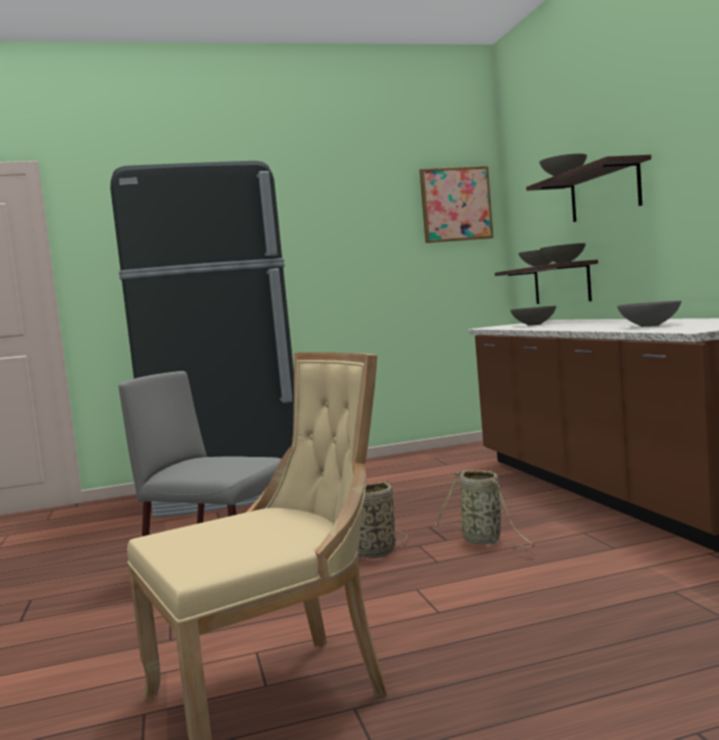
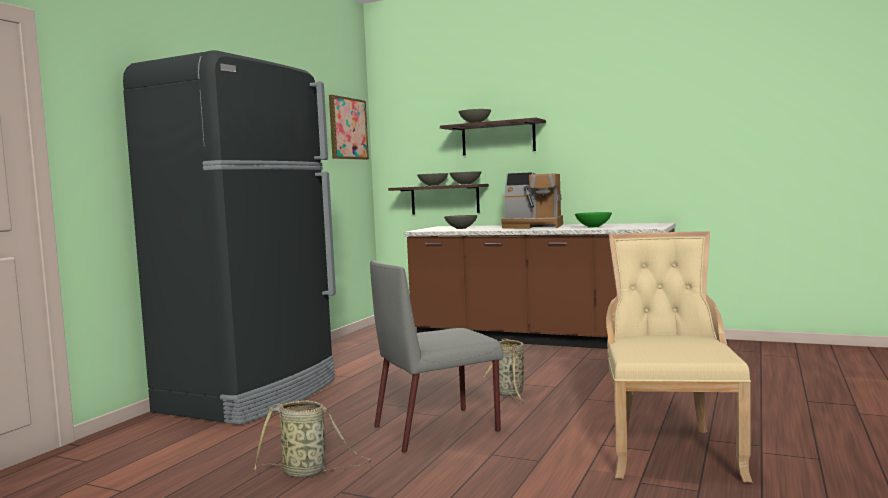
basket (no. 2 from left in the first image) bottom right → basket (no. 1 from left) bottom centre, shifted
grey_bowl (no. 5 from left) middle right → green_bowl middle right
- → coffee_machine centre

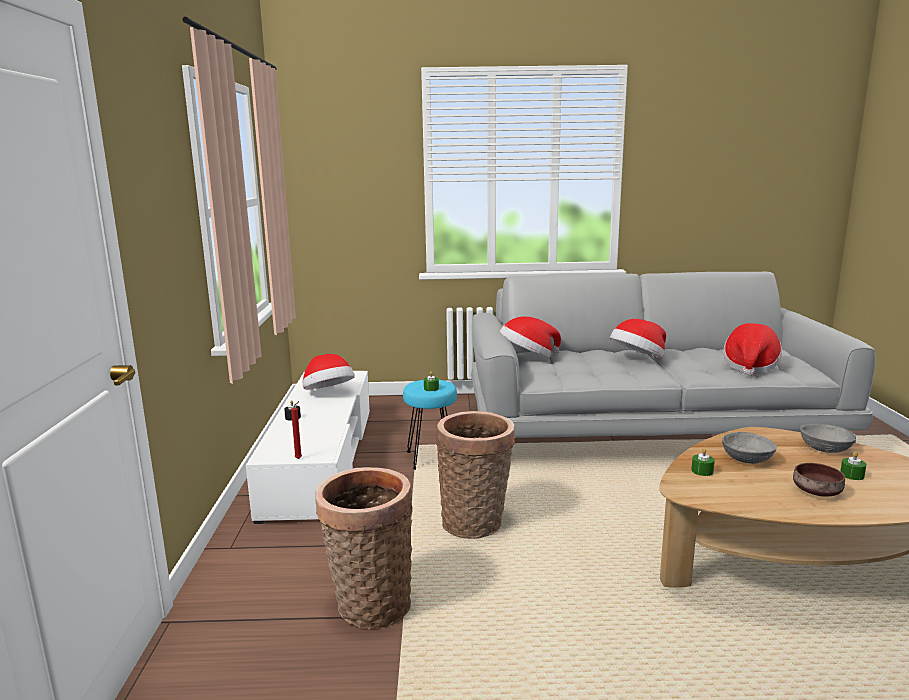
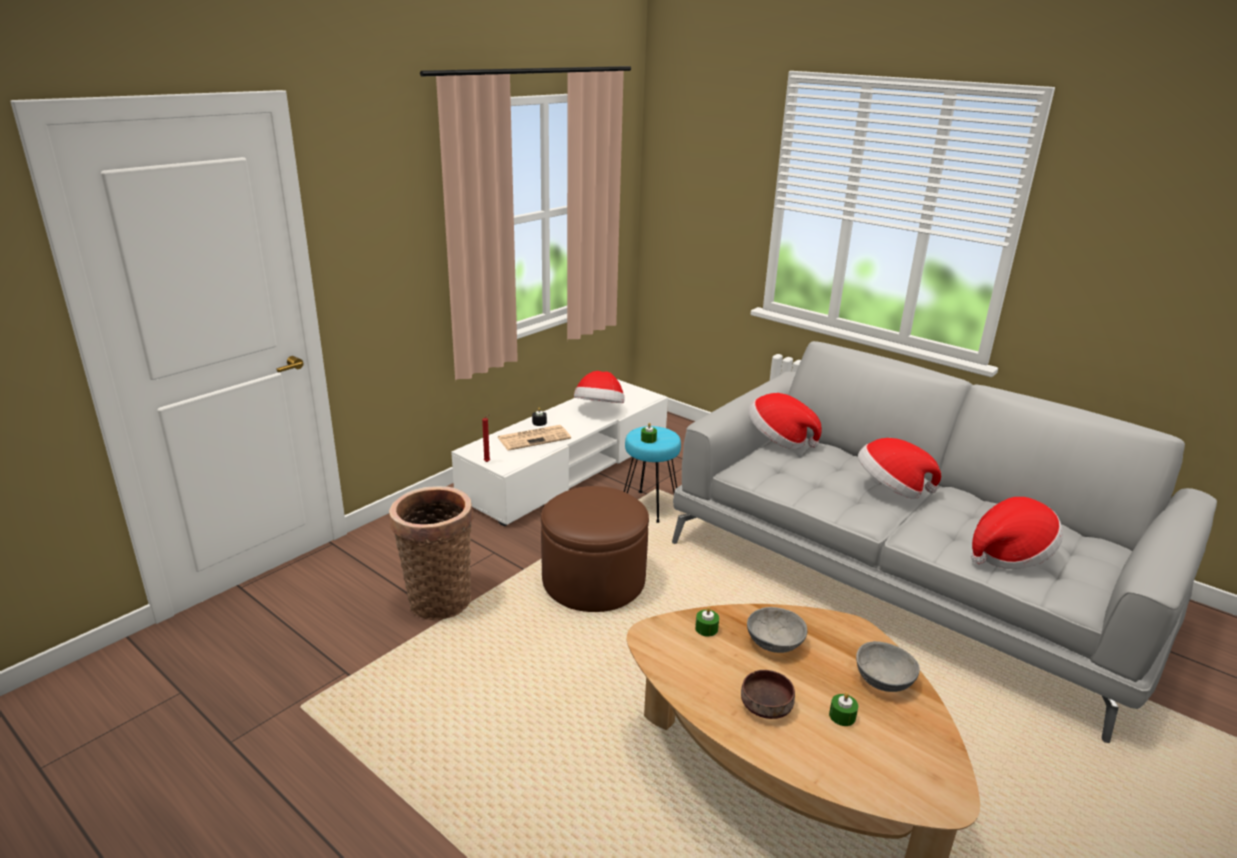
basket (no. 2 from left) bottom centre → brown_ottoman centre
- → newspaper centre

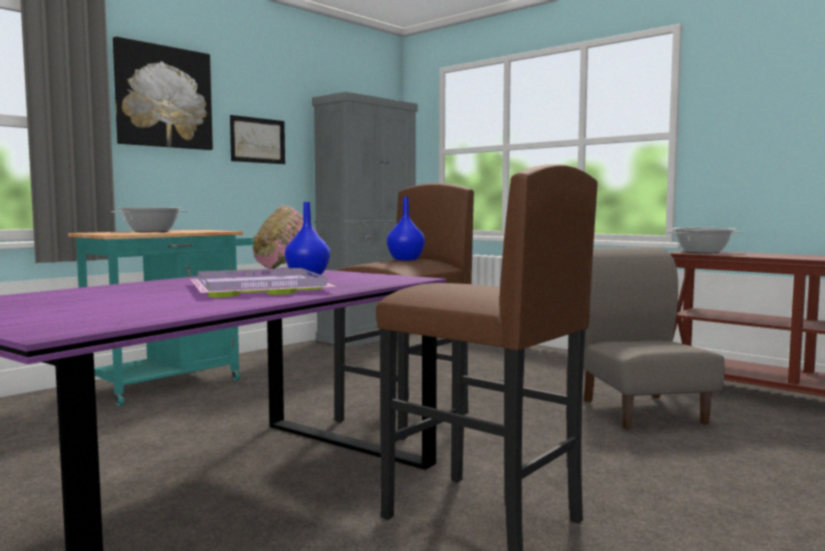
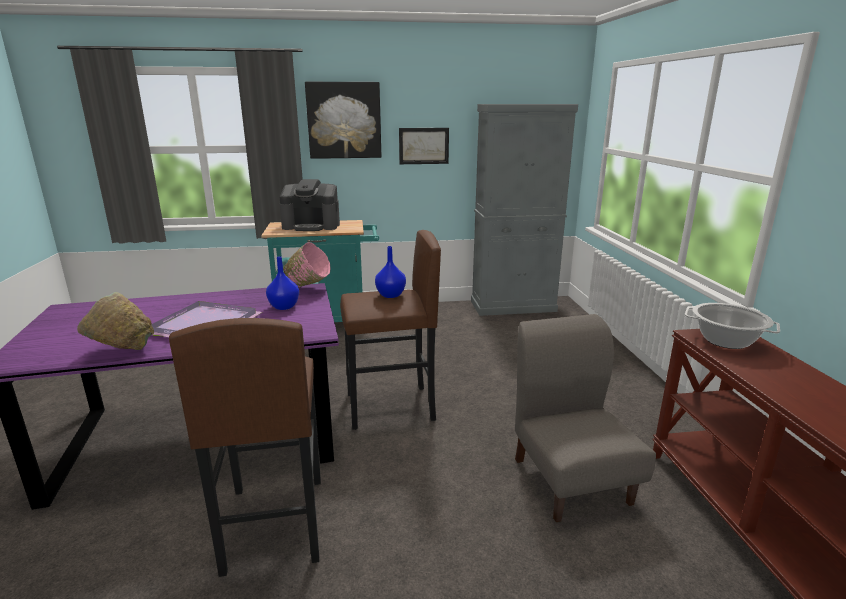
cooking_pot (no. 1 from left) middle left → coffee_machine centre
grey_chair middle right → grey_chair bottom right, 45 degrees counterclockwise
- → green_bowl middle left

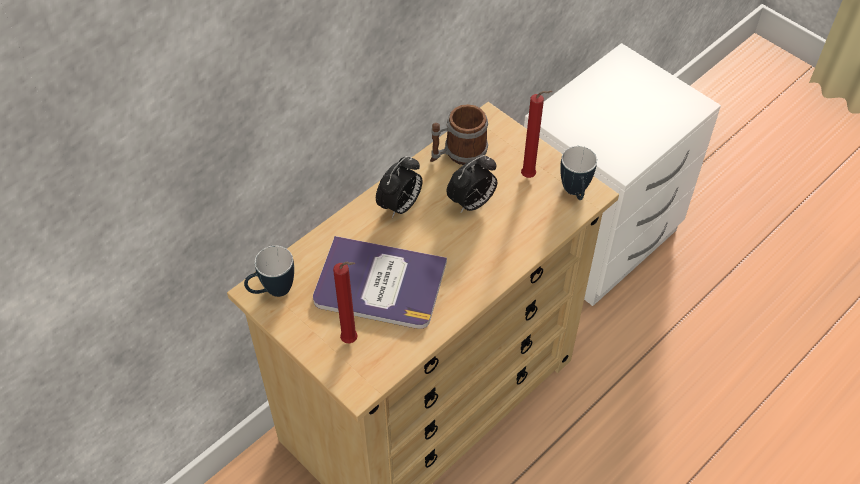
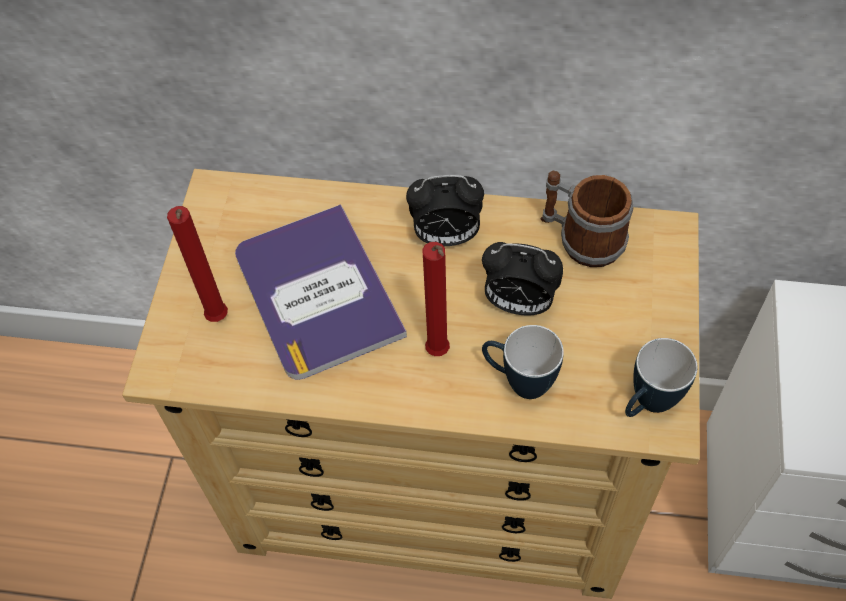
mug (no. 1 from left) middle left → mug (no. 1 from left) centre, shifted
red_candle (no. 2 from left) top centre → red_candle (no. 2 from left) centre, shifted

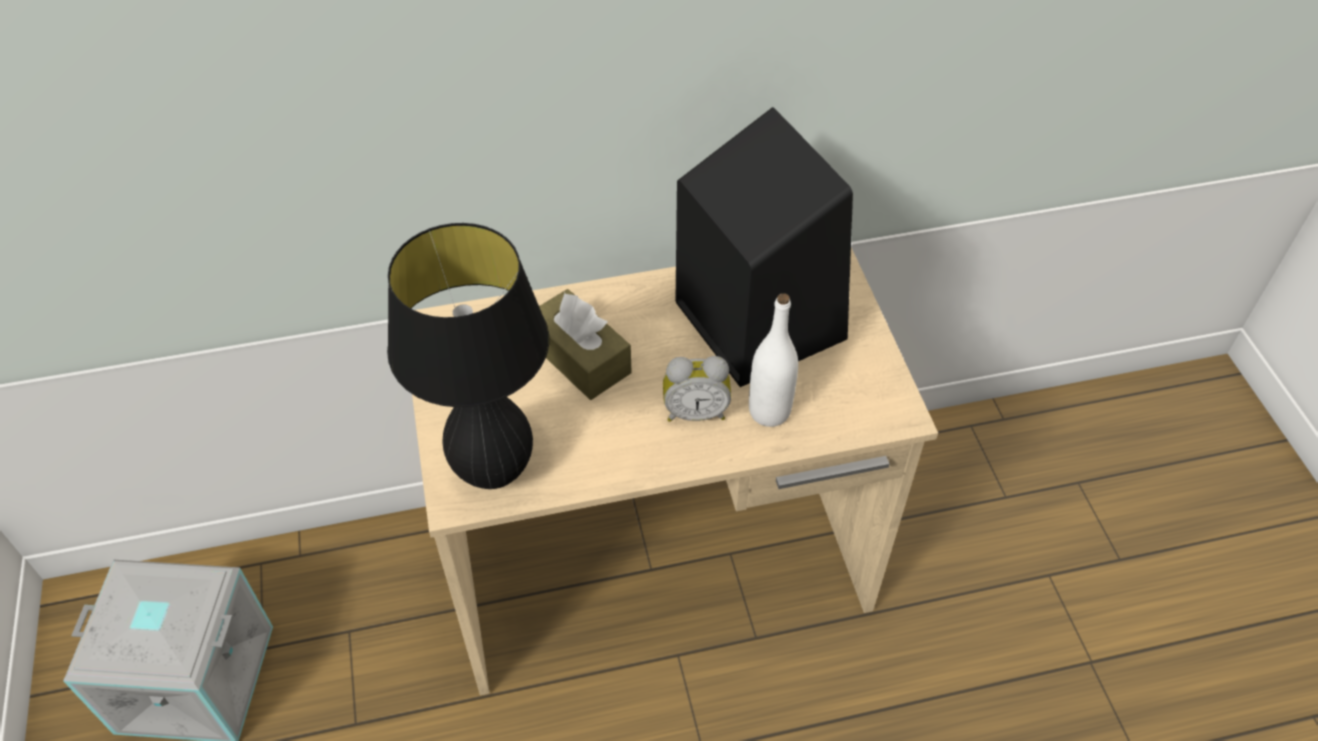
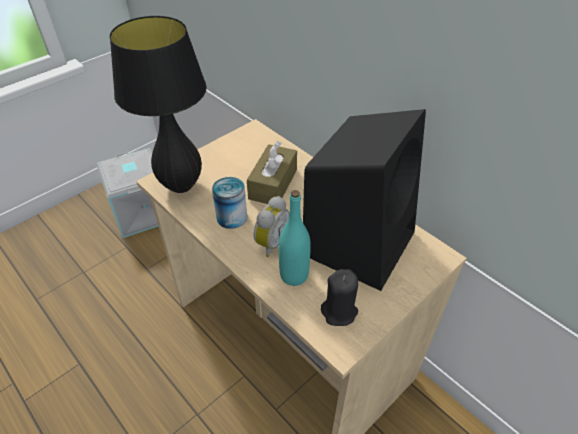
alarm_clock centre, 120 degrees counterclockwise
white_bottle centre → turquoise_bottle centre
- → can centre
- → black_candle bottom centre

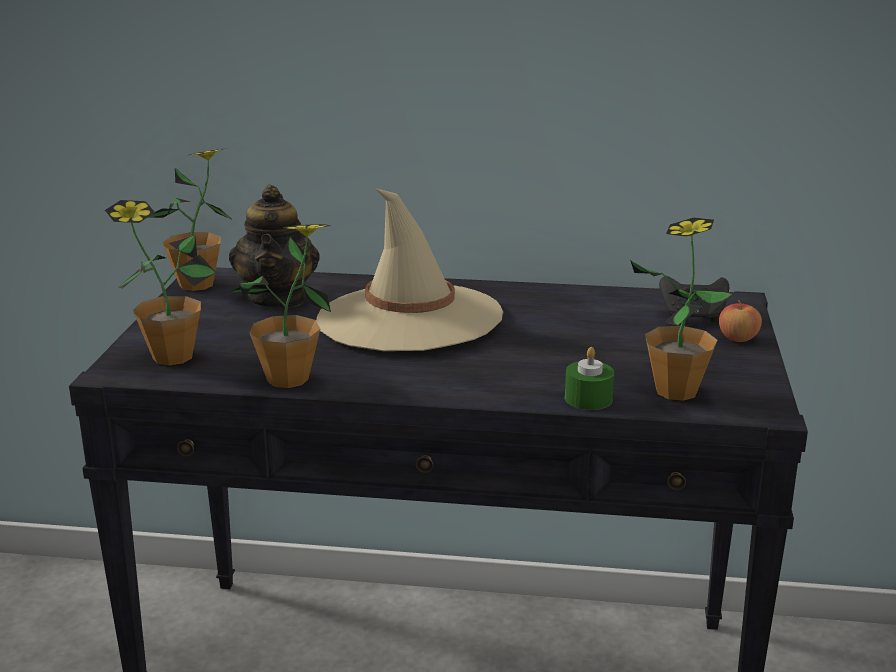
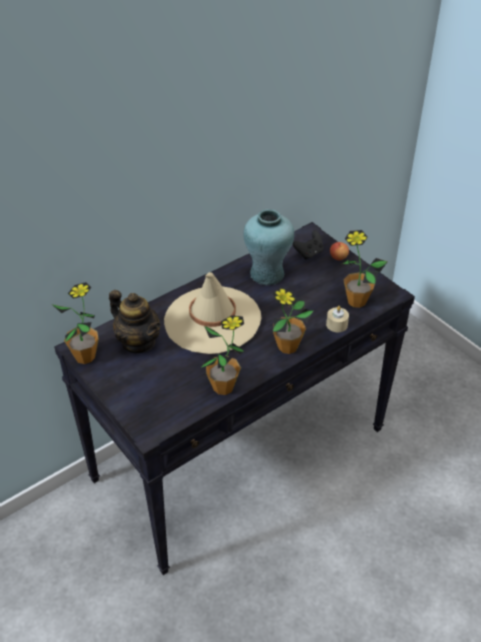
potted_plant (no. 1 from left in the first image) middle left → potted_plant (no. 3 from left) centre, shifted
green_candle centre → beige_candle middle right
- → turquoise_vase centre

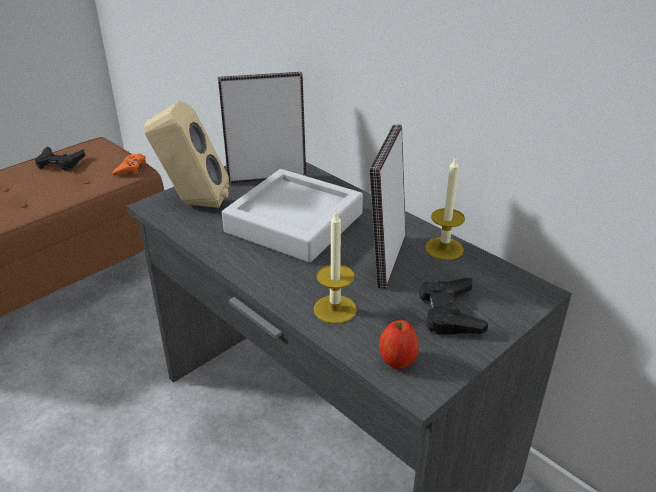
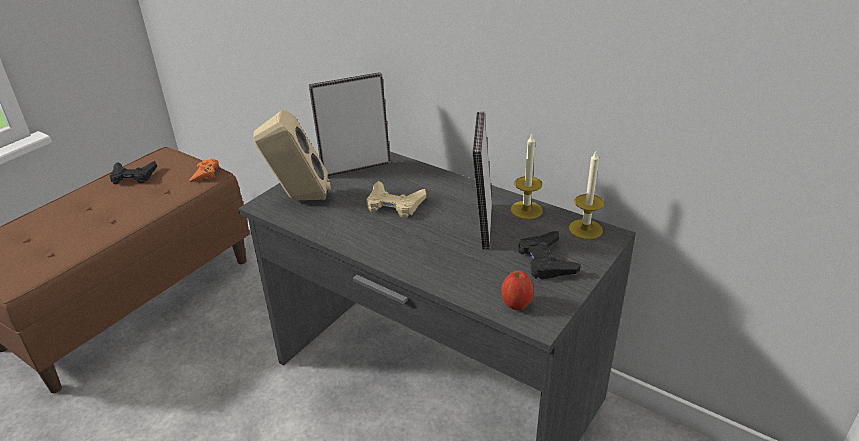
grey_tray centre → beige_game_controller centre
candle (no. 1 from left in the first image) centre → candle (no. 2 from left) middle right, shifted

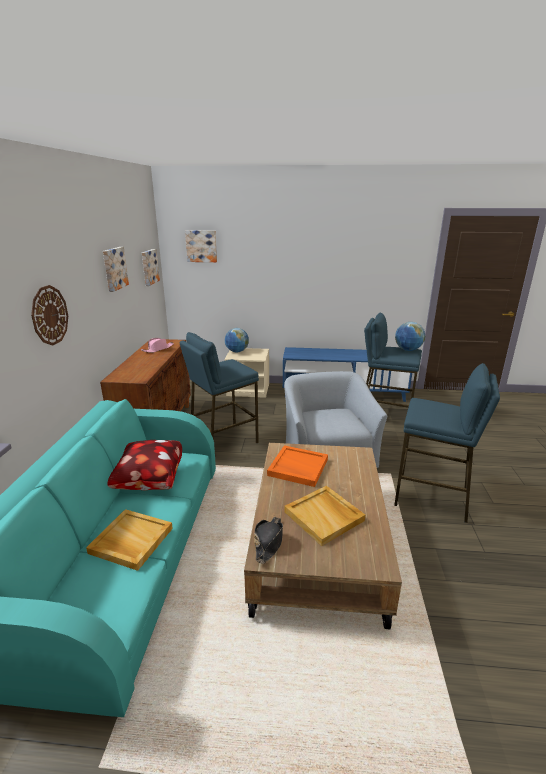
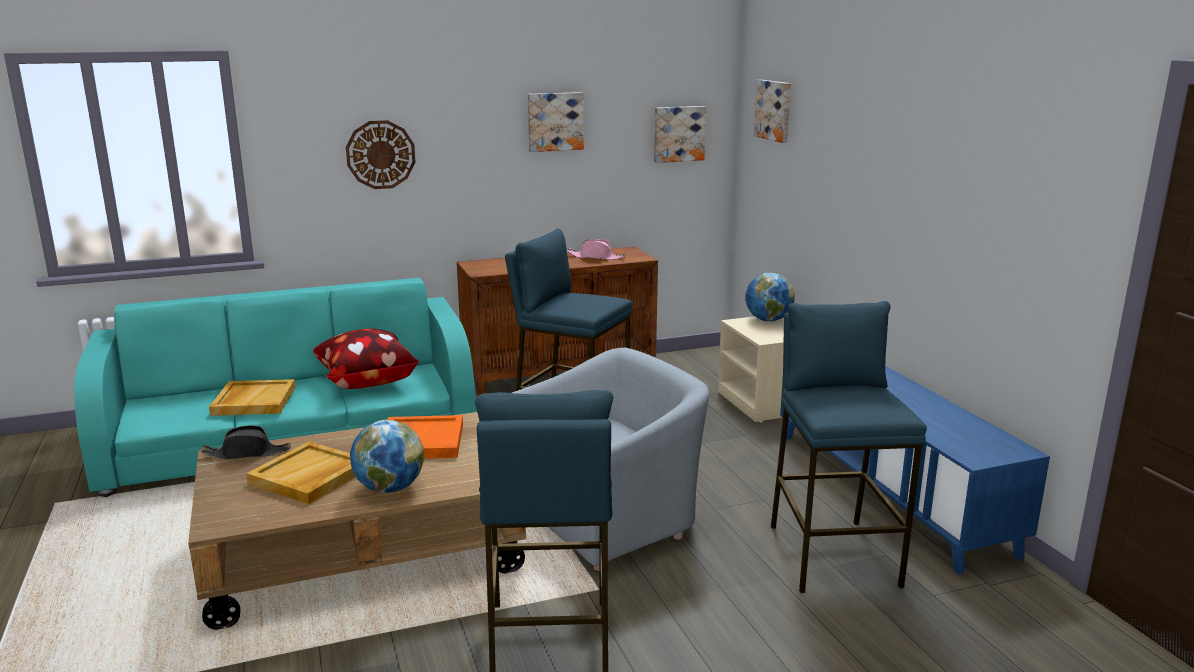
globe (no. 2 from left in the first image) middle right → globe (no. 1 from left) bottom left, shifted

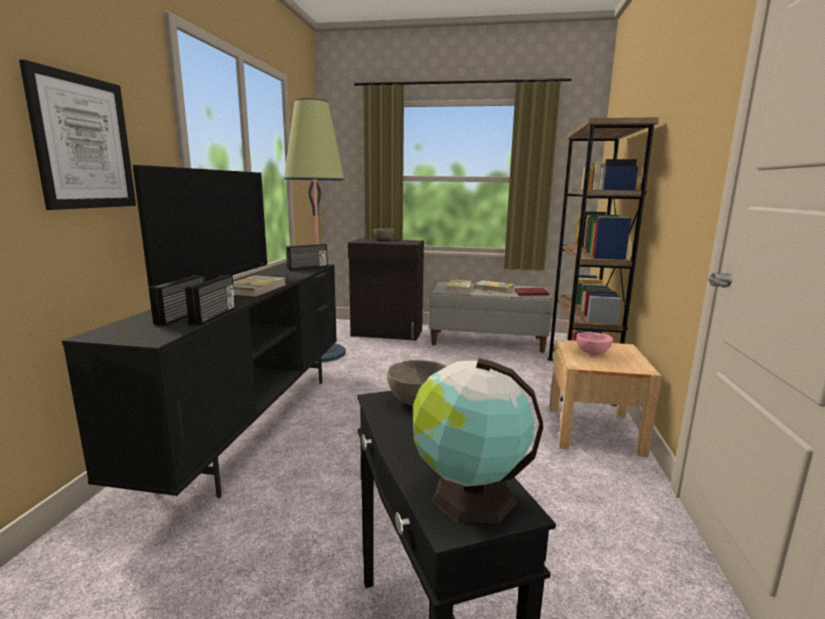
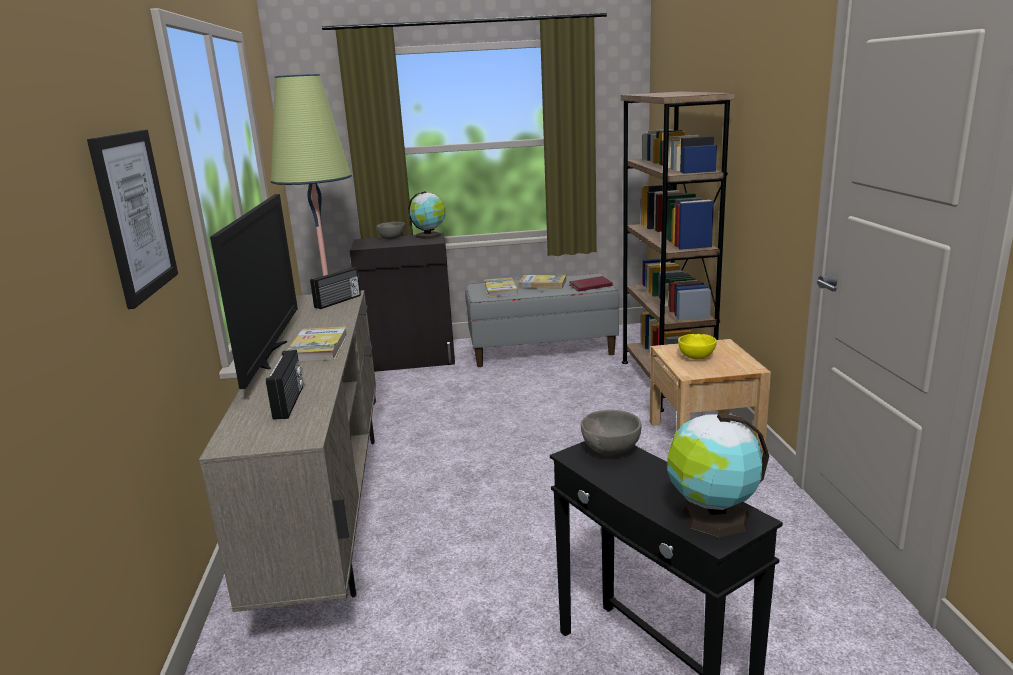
black_tv_stand middle left → beige_tv_stand bottom left
radio (no. 2 from left) middle left → -
pink_bowl middle right → yellow_bowl middle right
- → globe (no. 1 from left) top centre

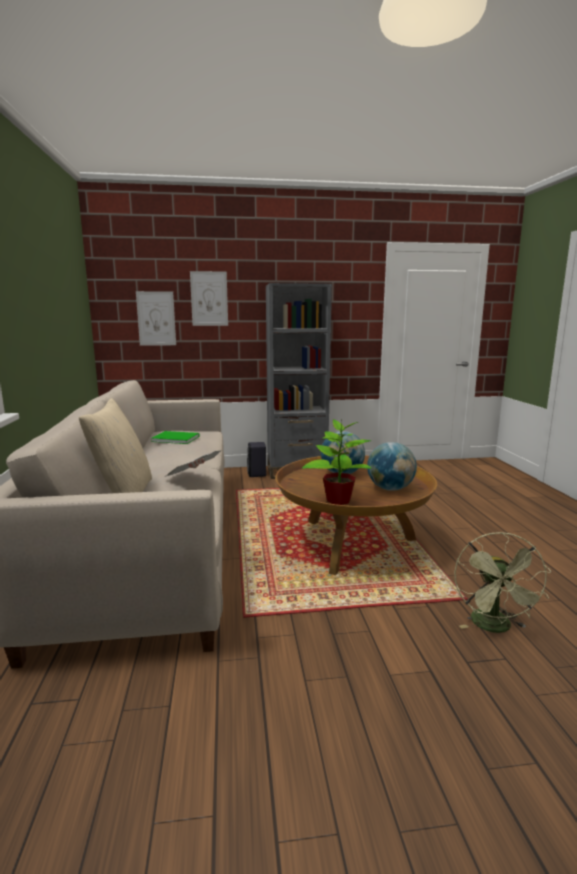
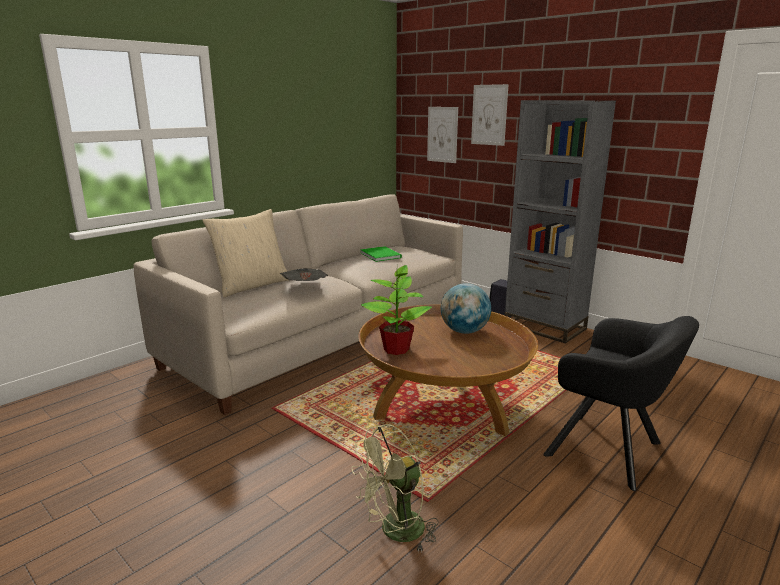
globe (no. 2 from left) middle right → -
- → black_armchair bottom right

